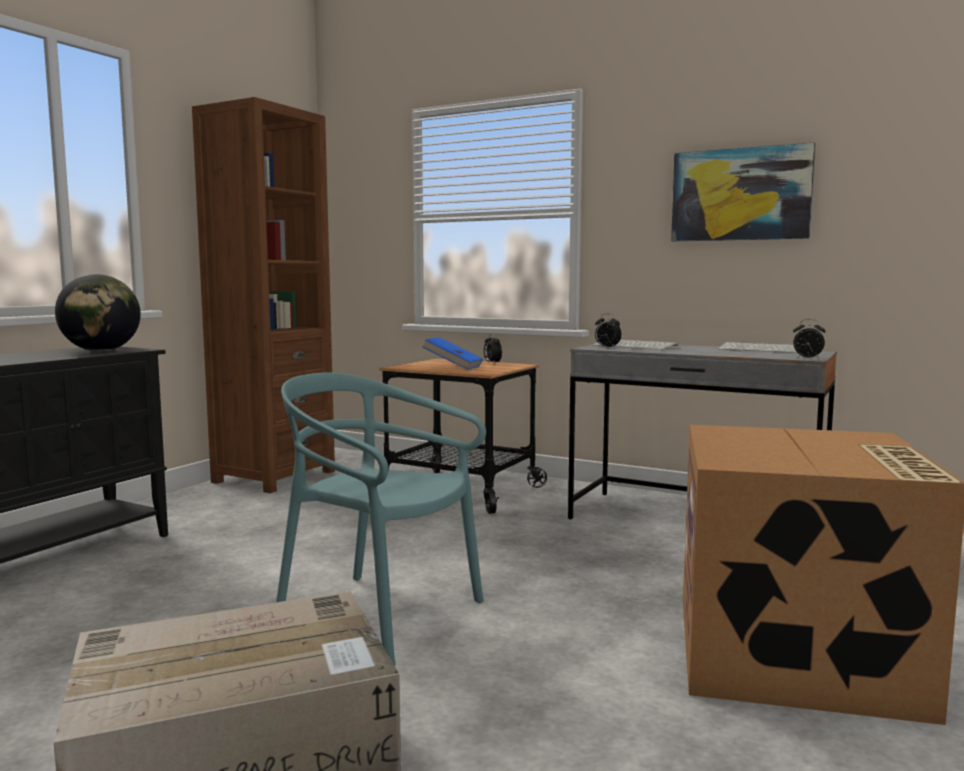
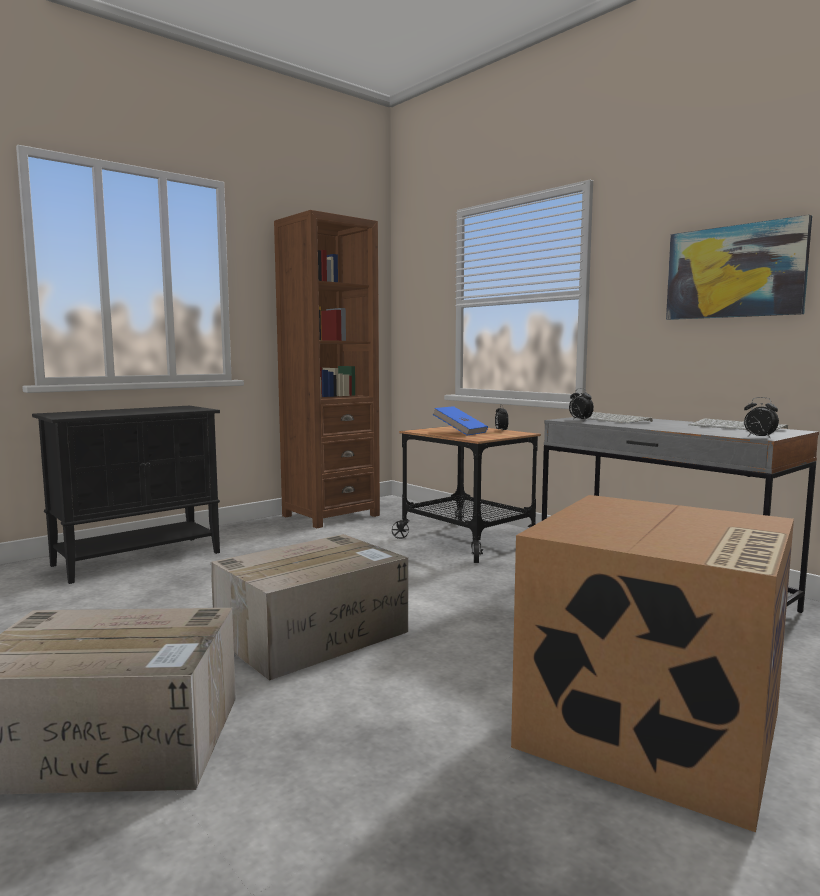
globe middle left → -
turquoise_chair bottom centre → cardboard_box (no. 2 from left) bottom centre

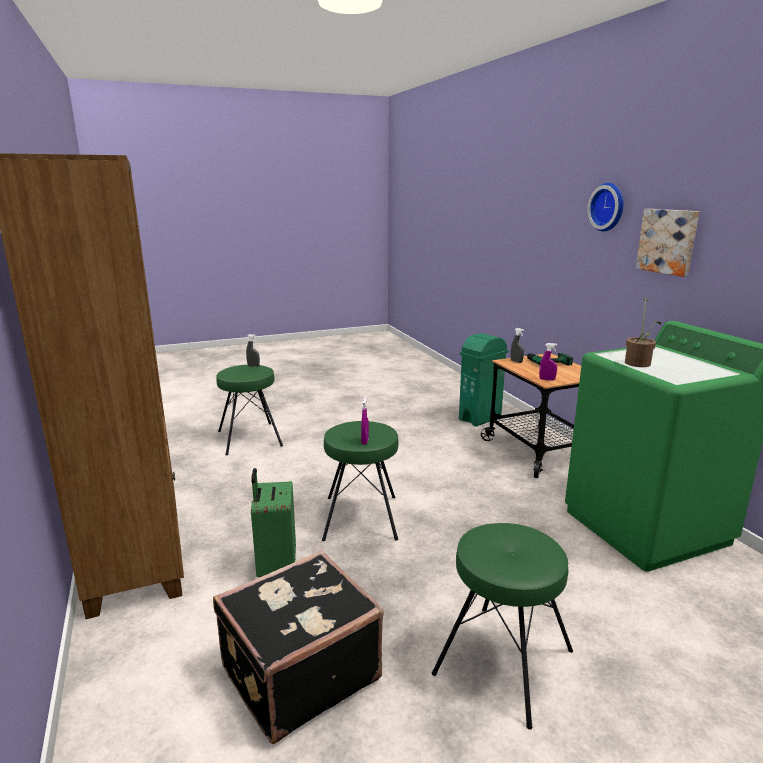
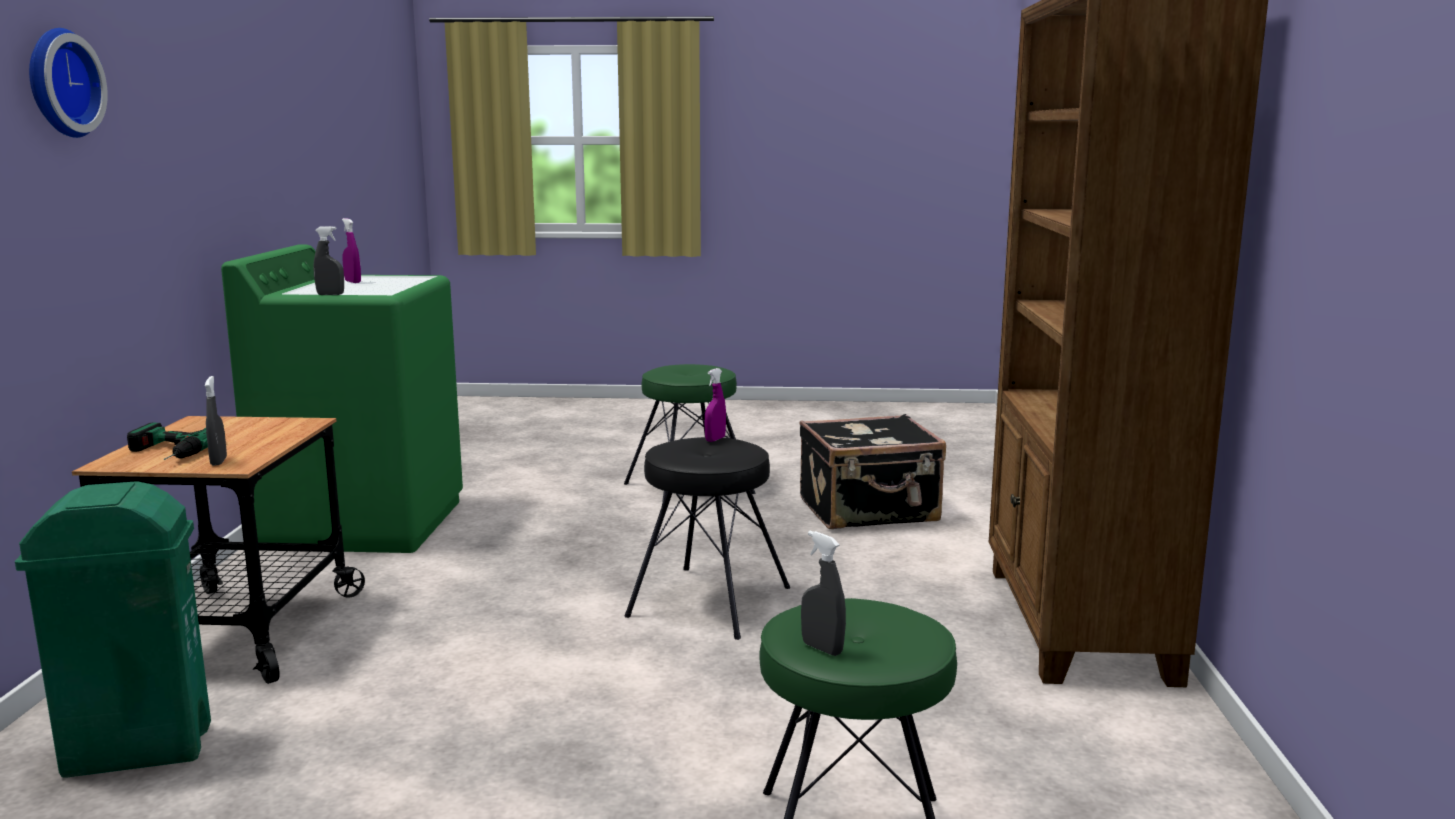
green_suitcase bottom centre → -
green_stool (no. 2 from left) centre → black_stool centre
purple_spray_bottle (no. 2 from left in the first image) middle right → purple_spray_bottle (no. 1 from left) top left, shifted
potted_plant middle right → -
picture top right → -
- → grey_spray_bottle (no. 2 from left) top left

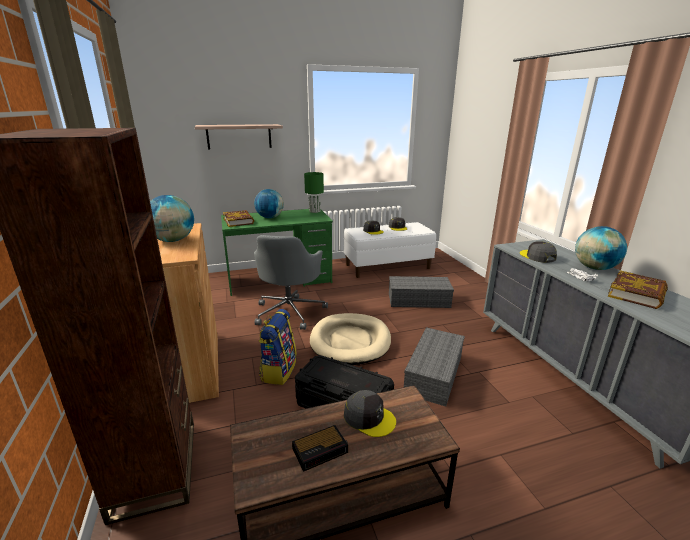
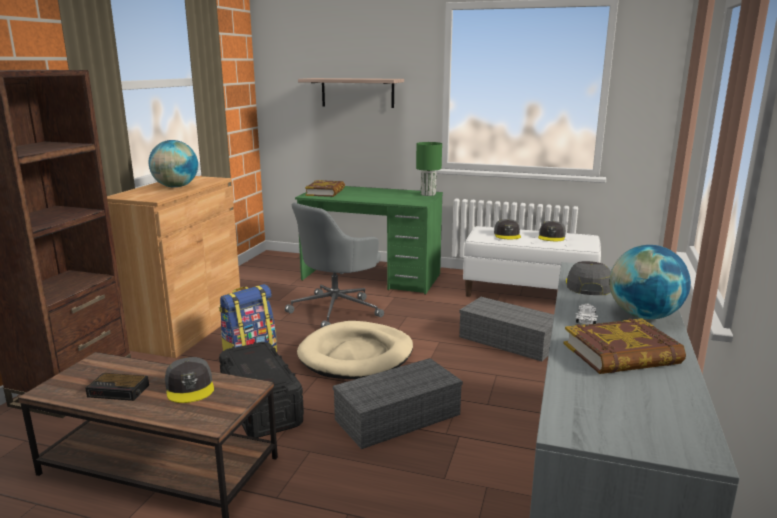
globe (no. 2 from left) centre → -

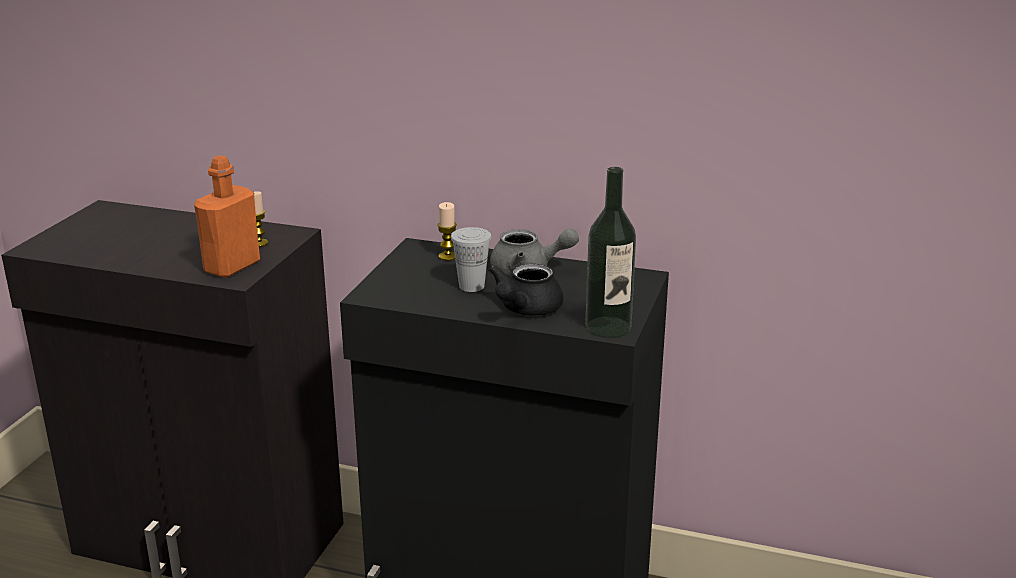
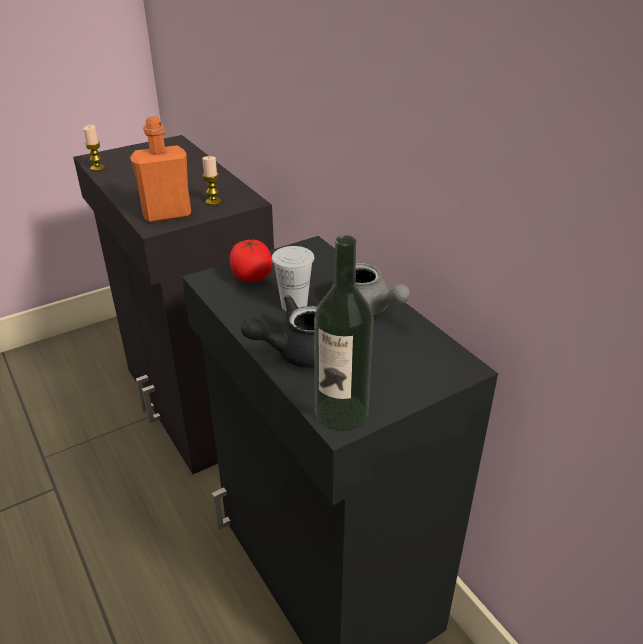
candle (no. 2 from left in the first image) centre → candle (no. 1 from left) top left, shifted
- → tomato centre

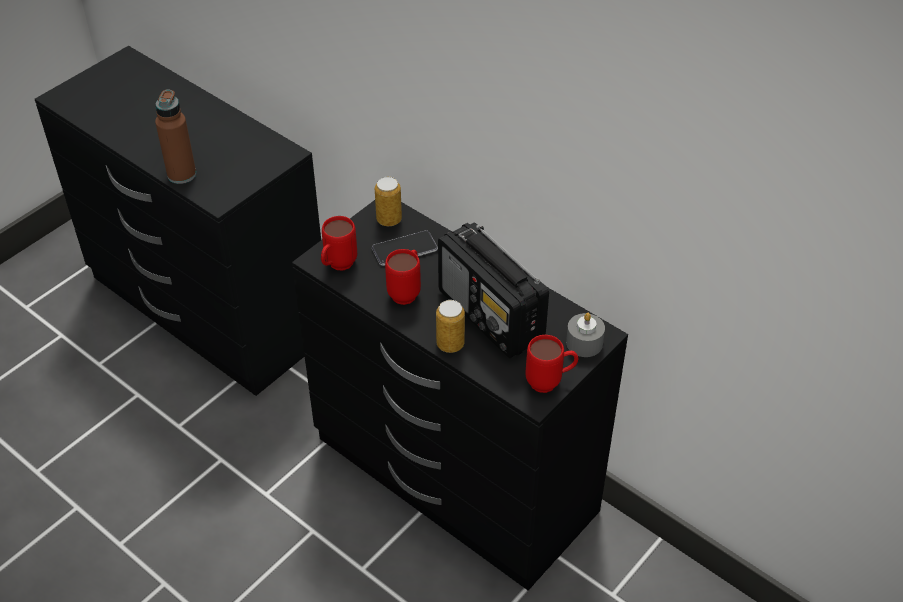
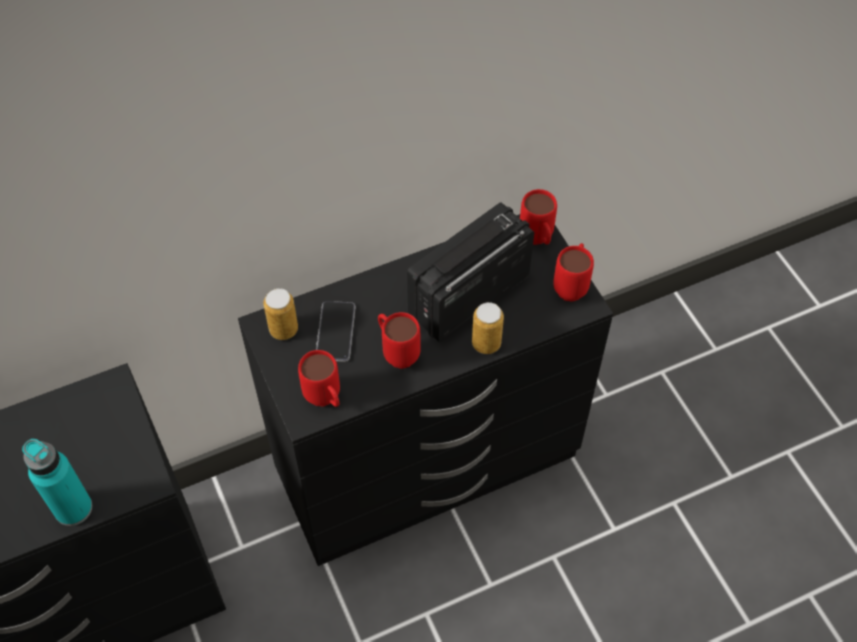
brown_bottle top left → turquoise_bottle bottom left
radio centre, 150 degrees clockwise
grey_candle centre → red_mug (no. 3 from left) centre

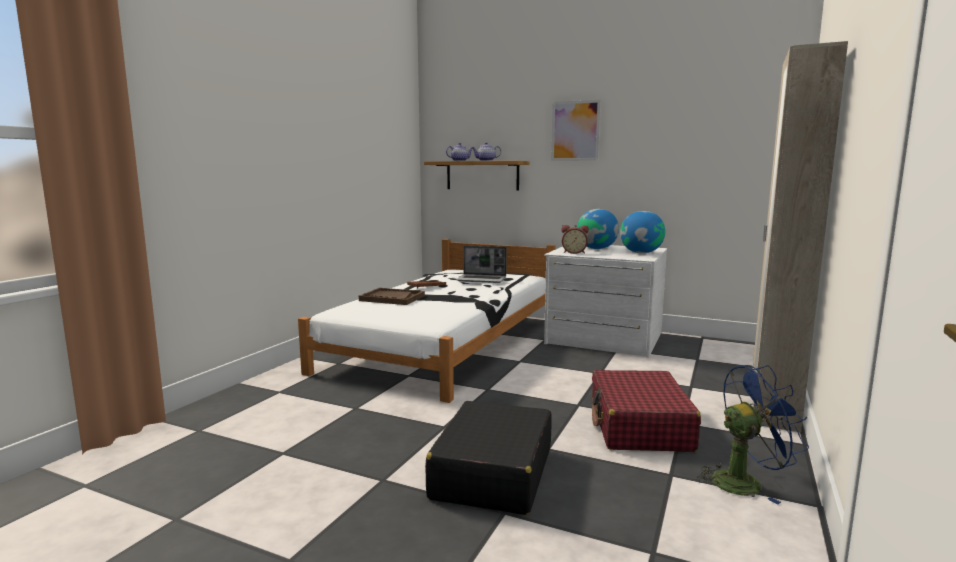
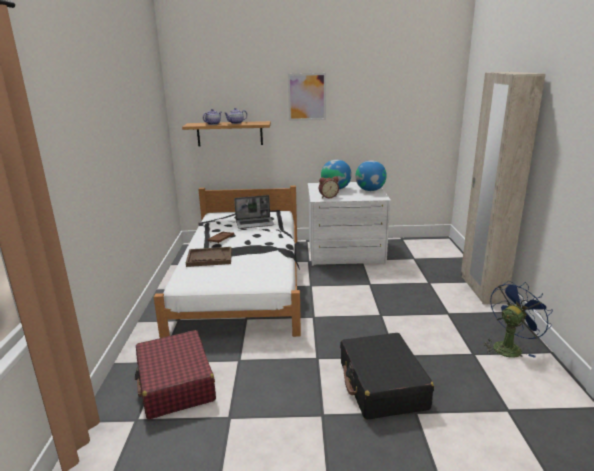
red_suitcase bottom right → red_suitcase bottom left, shifted

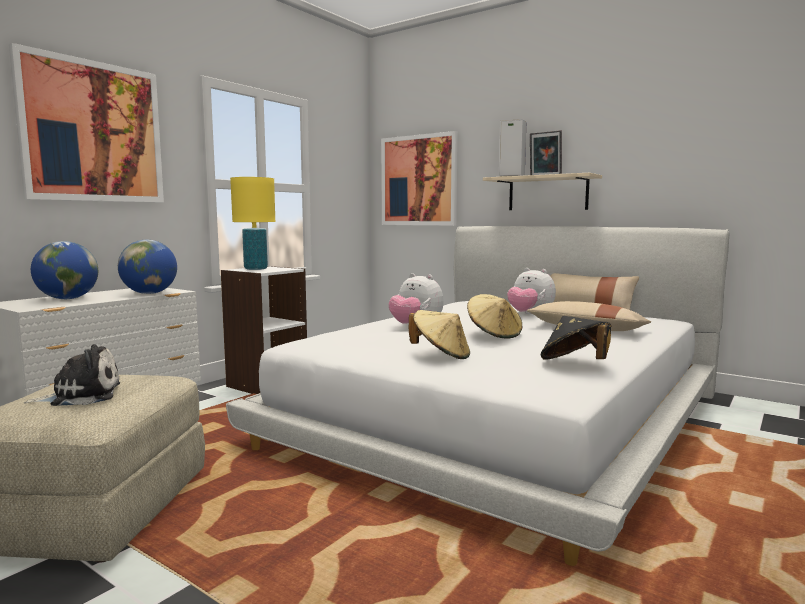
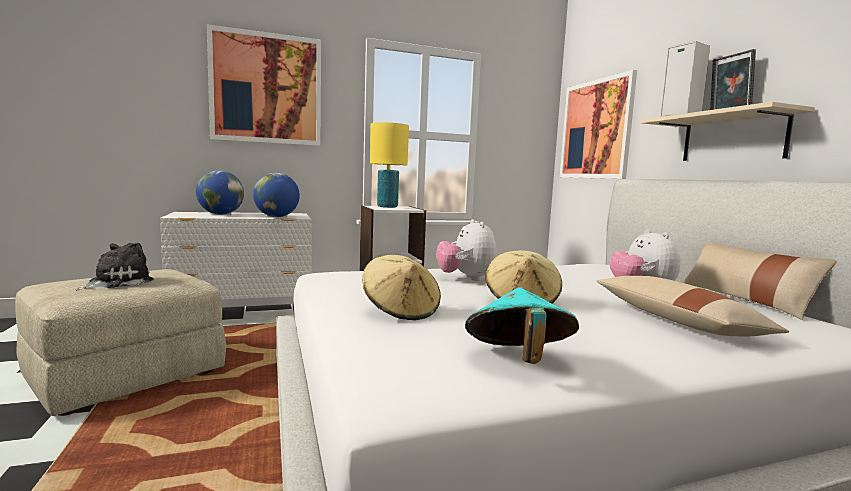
plush_toy (no. 1 from left) middle left, 75 degrees counterclockwise
black_hat middle right → turquoise_hat centre

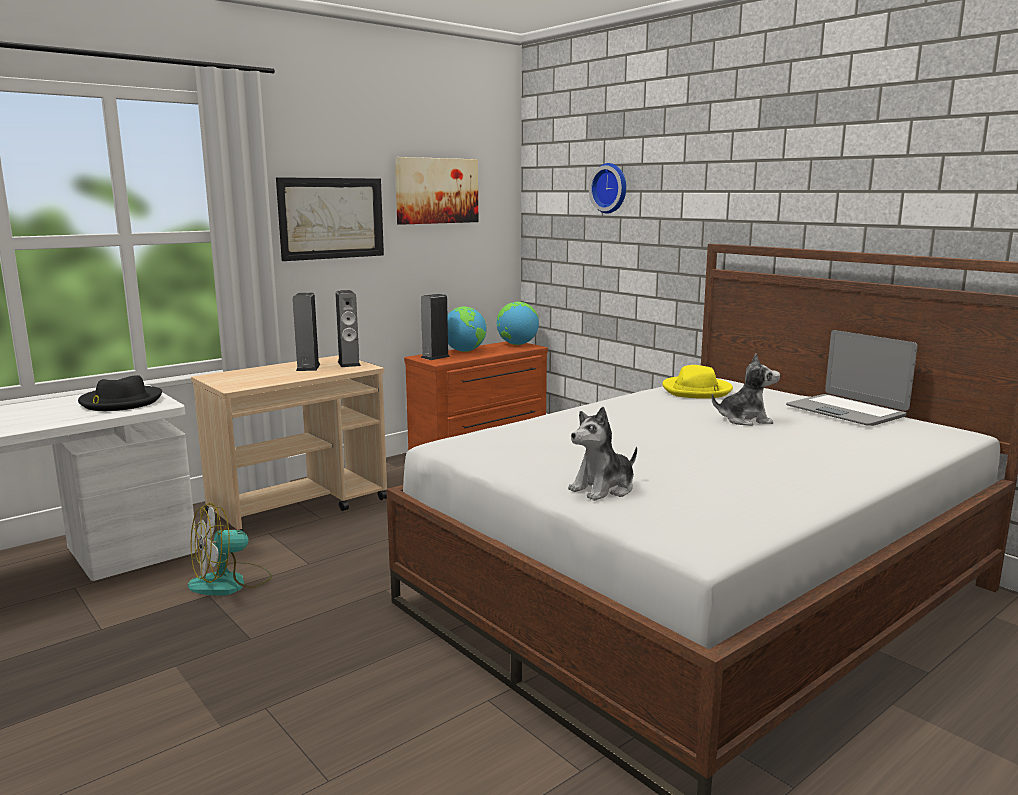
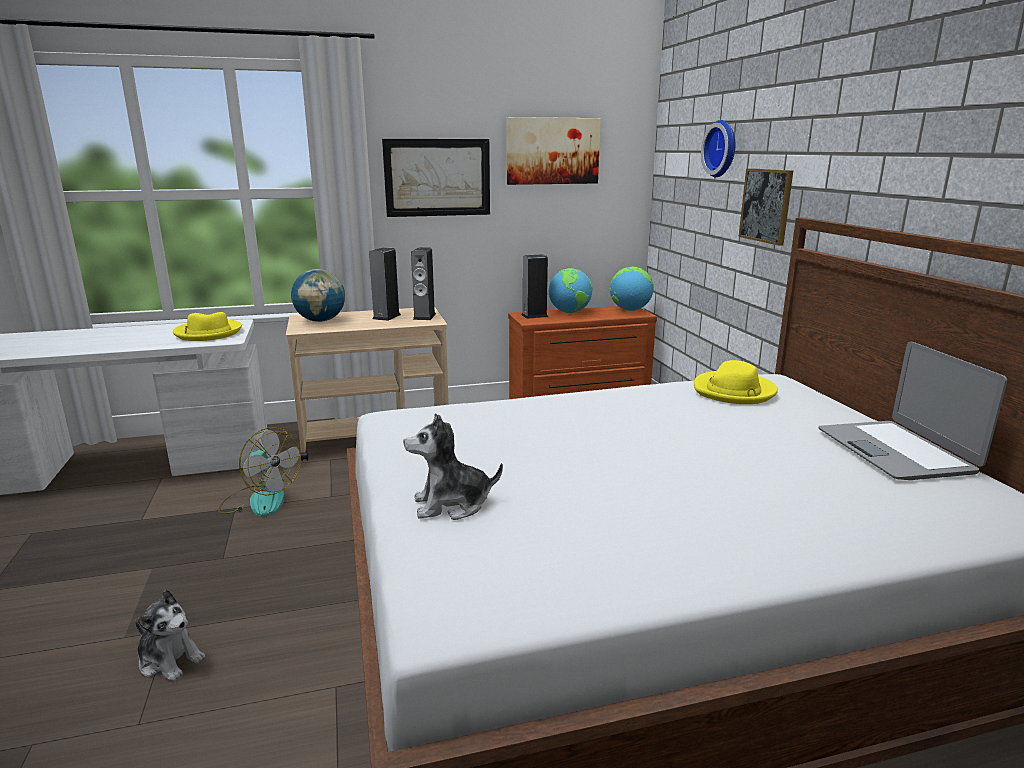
black_hat middle left → yellow_hat (no. 1 from left) middle left
fan bottom left → fan middle left, 135 degrees counterclockwise
plush_toy (no. 2 from left in the first image) middle right → plush_toy (no. 1 from left) bottom left, shifted
- → globe (no. 1 from left) middle left
- → picture (no. 3 from left) top right

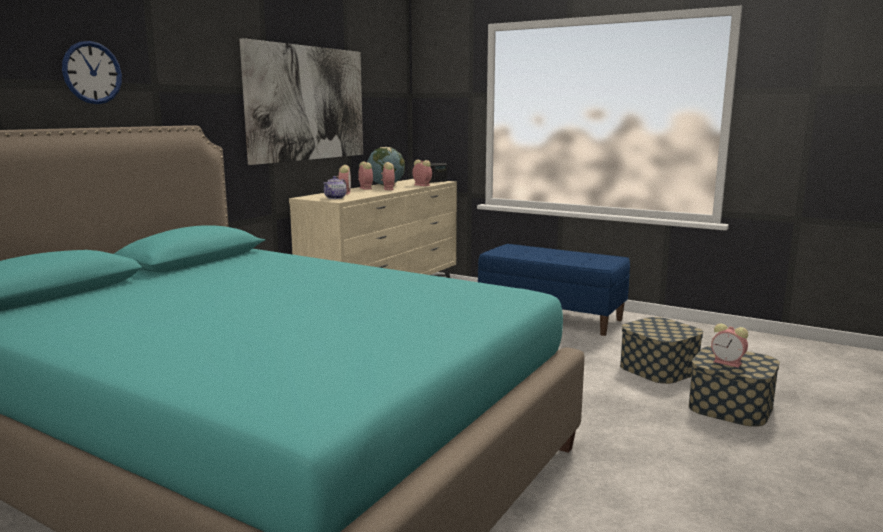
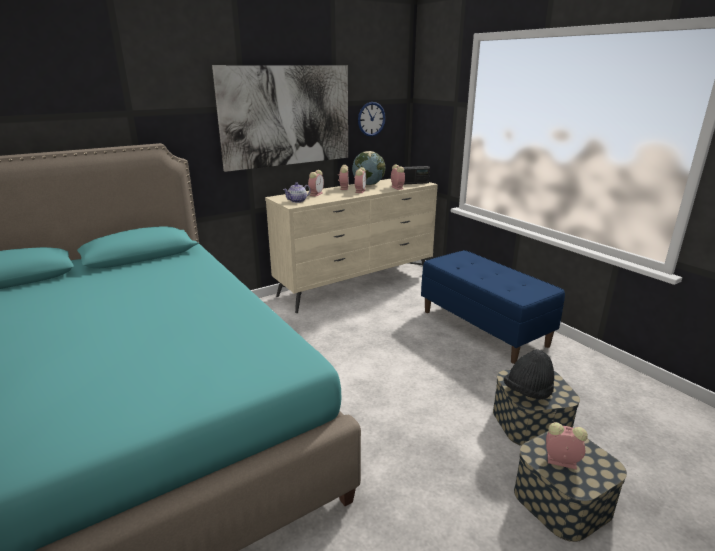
wall_clock top left → wall_clock top centre, shifted
alarm_clock (no. 5 from left) middle right → alarm_clock (no. 5 from left) bottom right, 135 degrees clockwise
- → black_hat bottom right

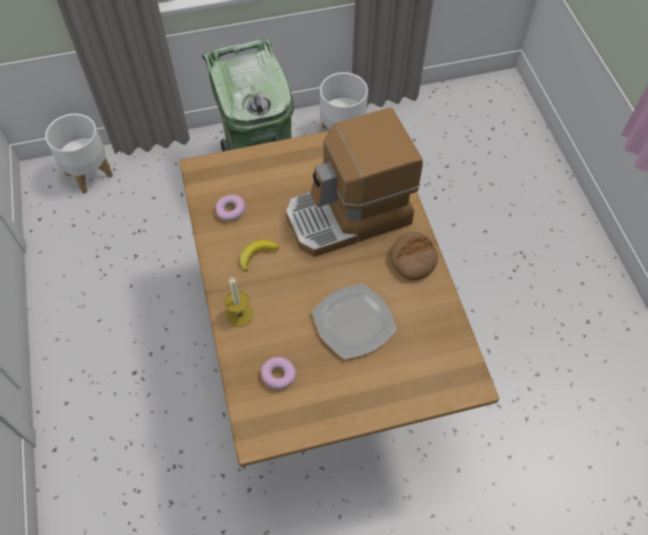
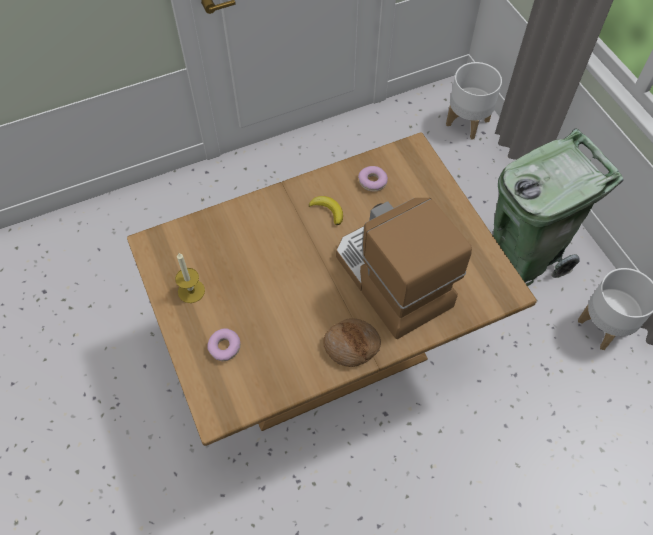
candle centre → candle middle left, shifted
donut (no. 2 from left in the first image) bottom centre → donut (no. 1 from left) centre, shifted
plate centre → -

